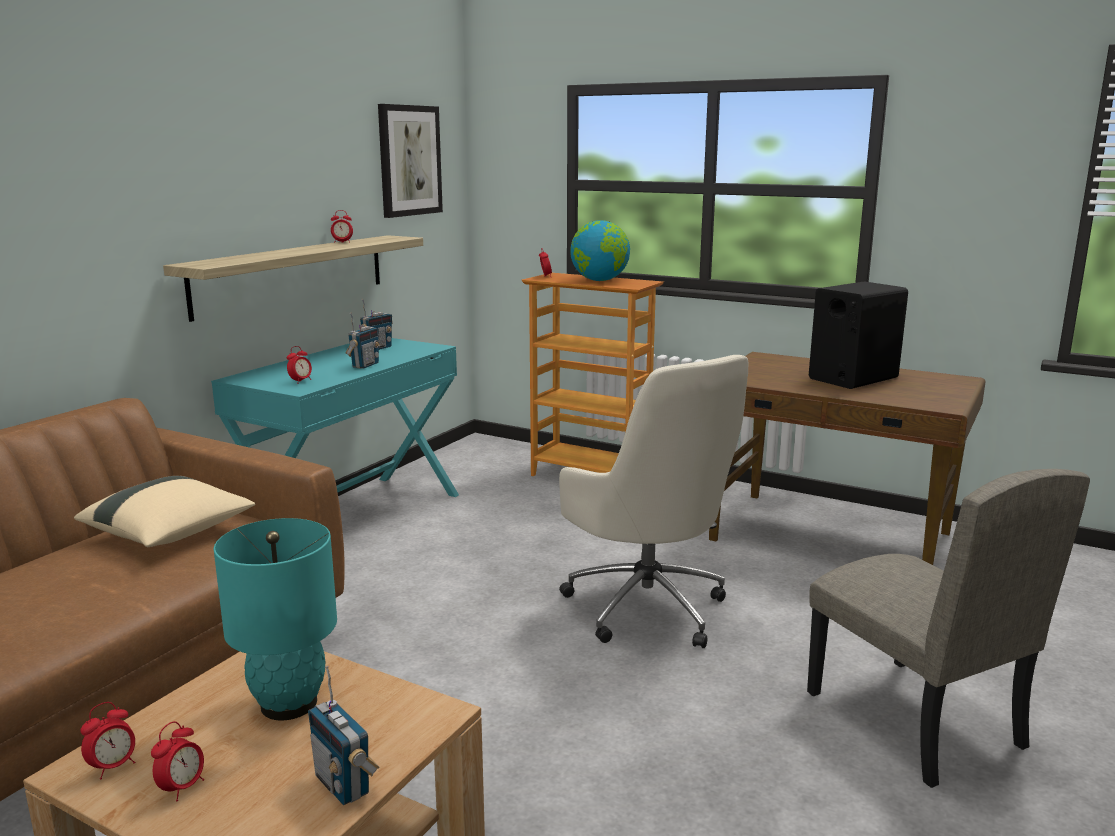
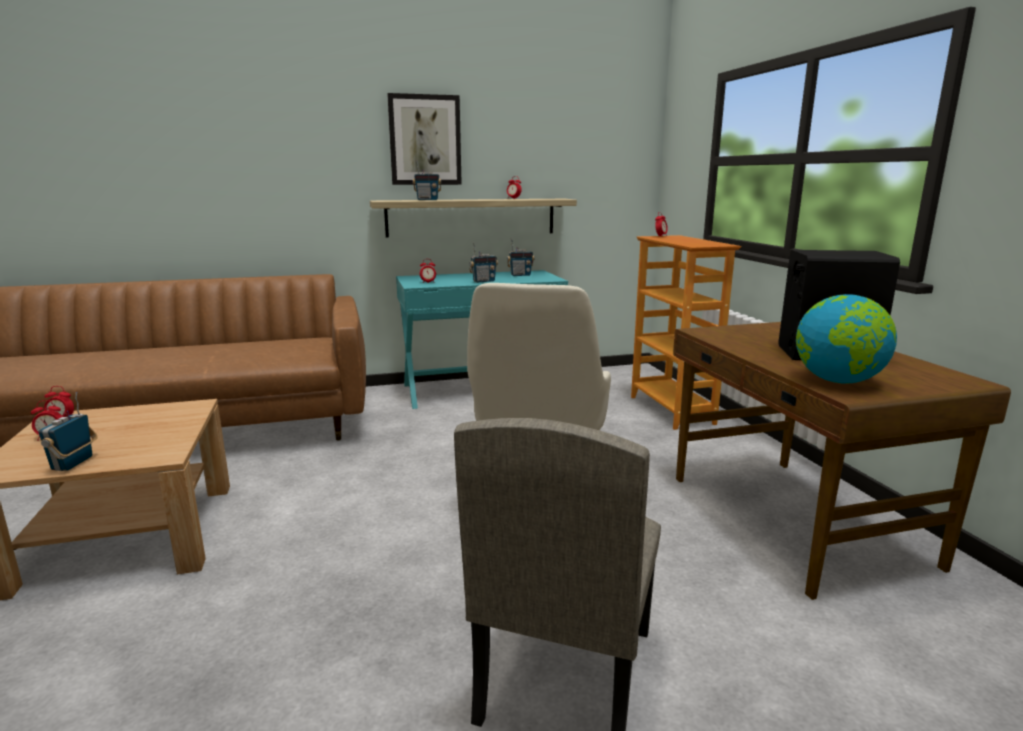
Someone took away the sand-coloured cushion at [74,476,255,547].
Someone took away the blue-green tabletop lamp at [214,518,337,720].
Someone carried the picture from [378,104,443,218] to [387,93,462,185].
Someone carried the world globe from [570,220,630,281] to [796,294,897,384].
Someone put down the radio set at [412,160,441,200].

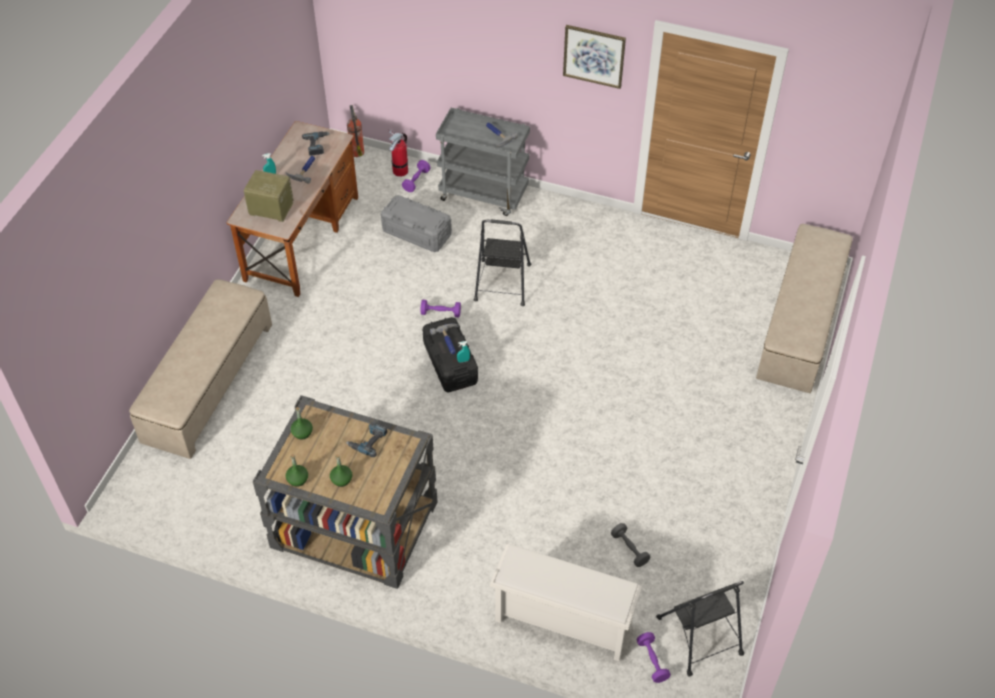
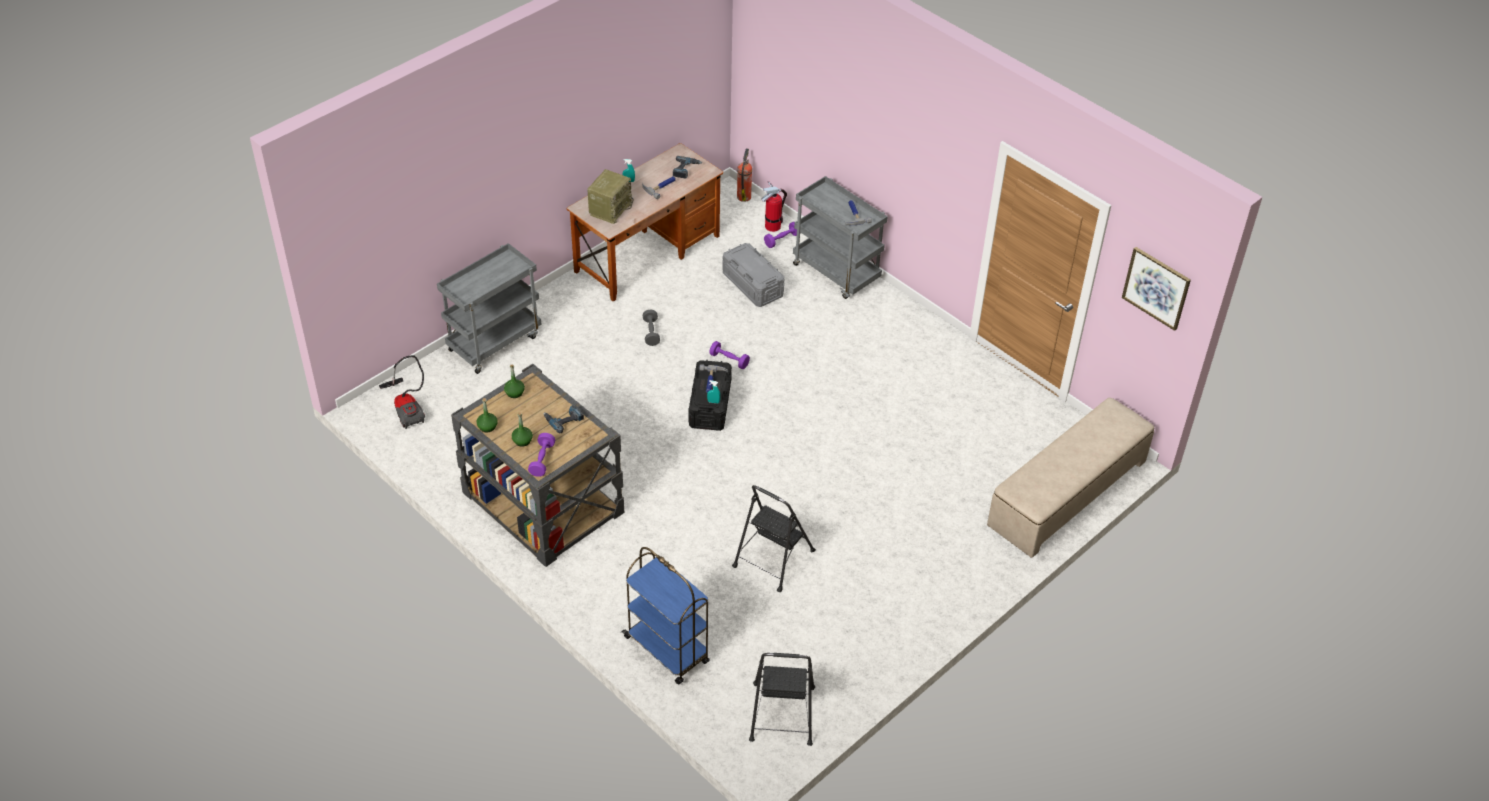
Someone swapped the sand-coloured indoor bench at [129,279,272,459] for the grey trolley at [437,243,541,374].
Someone rotated the radio set at [243,170,294,222] by 75 degrees clockwise.
Someone carried the black stepladder from [474,220,532,306] to [732,485,816,592].
Someone swapped the white shoe stand at [490,544,642,661] for the blue trolley at [622,547,710,684].
Someone carried the picture from [563,25,626,89] to [1122,247,1191,331].
Someone carried the grey dumbbell from [611,523,650,567] to [643,310,660,346].
Someone carried the purple dumbbell from [637,632,671,683] to [528,433,555,477].
Someone put down the hoover at [379,355,425,429].

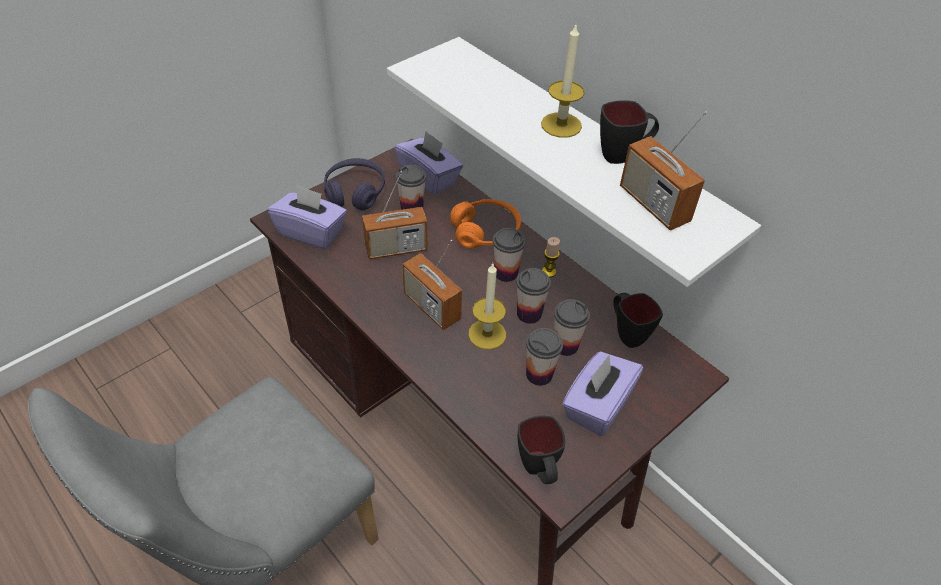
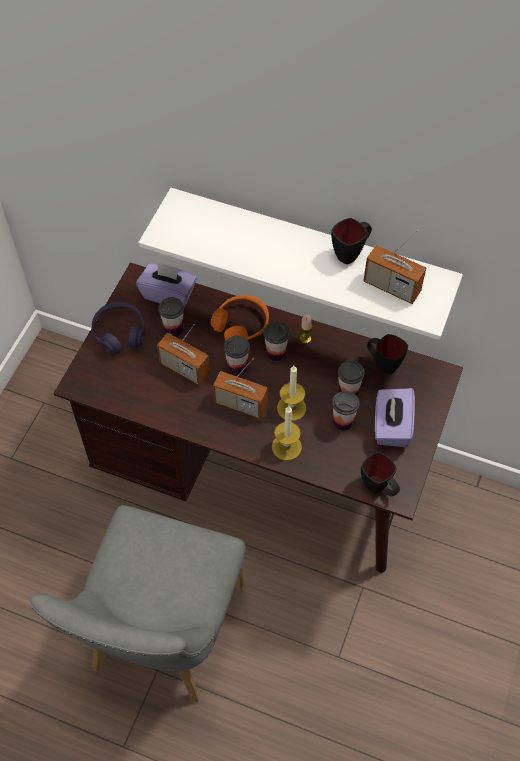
Someone took away the purple tissue box at [268,185,347,249].
Someone rotated the radio set at [362,171,428,260] by 75 degrees clockwise.
Someone carried the drinking cup from [516,268,551,324] to [224,336,250,375].
Someone carried the wax light from [541,25,584,138] to [272,406,302,461].

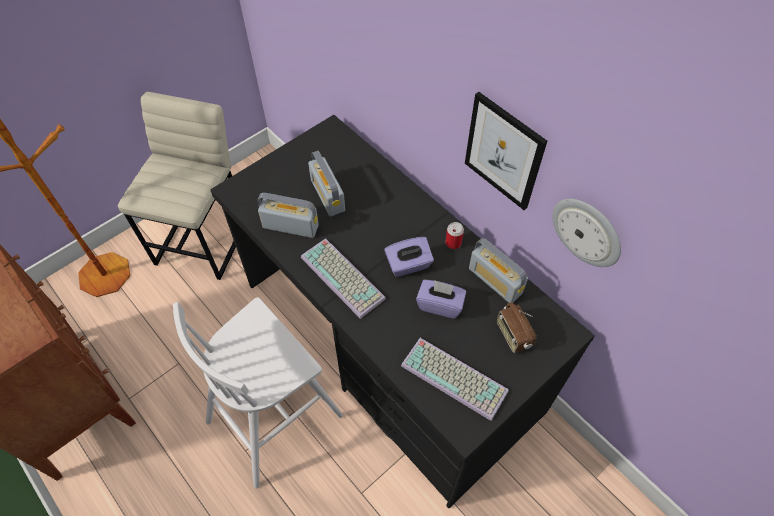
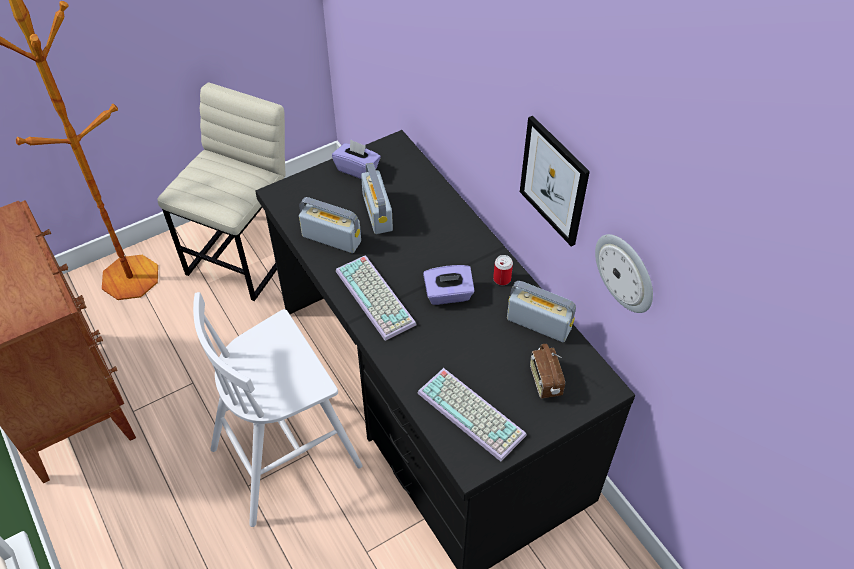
Someone carried the purple tissue box from [416,280,466,319] to [332,139,381,179].
Someone rotated the radio set at [469,238,528,303] by 150 degrees clockwise.

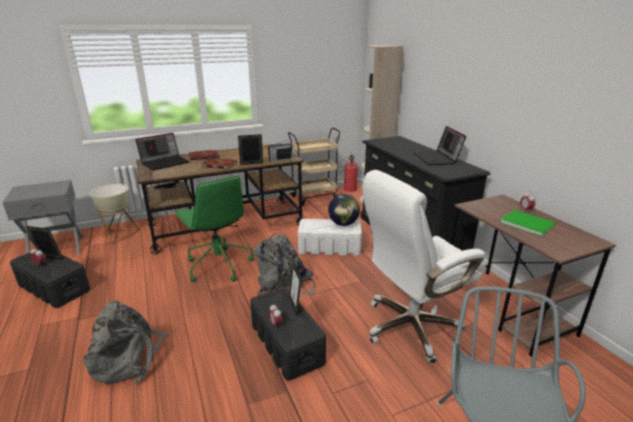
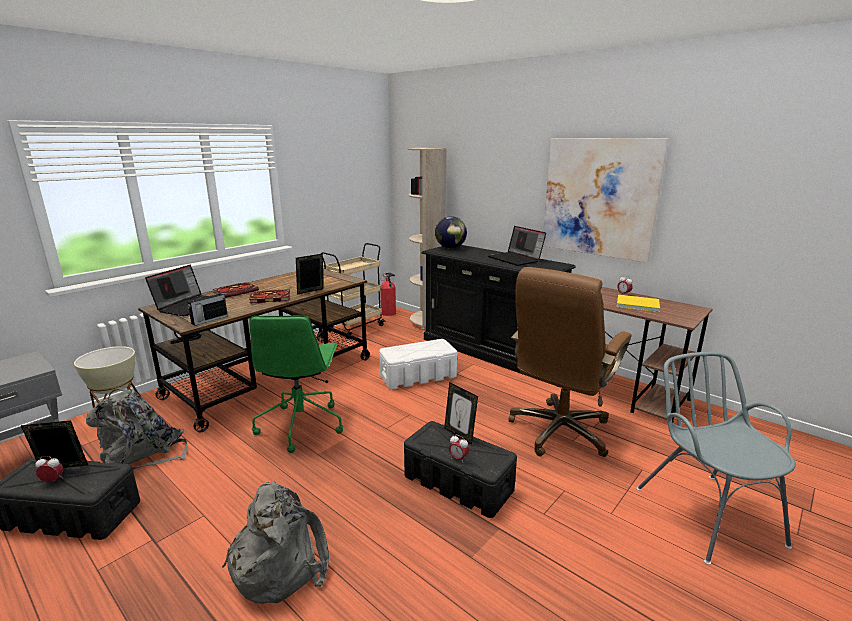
Someone rotated the green office chair at [175,176,254,282] by 60 degrees clockwise.
Someone carried the grey backpack from [254,233,315,295] to [86,388,187,469].
Someone carried the radio set from [268,141,292,162] to [187,290,228,325].
Someone carried the world globe from [328,194,360,226] to [435,216,467,249].
Someone repainted the white office chair at [363,170,486,364], which became the brown-coloured office chair at [509,267,632,457].
Someone repainted the green volume at [500,210,556,237], which became the yellowish volume at [617,295,660,312].
Someone put up the picture at [543,138,668,263].

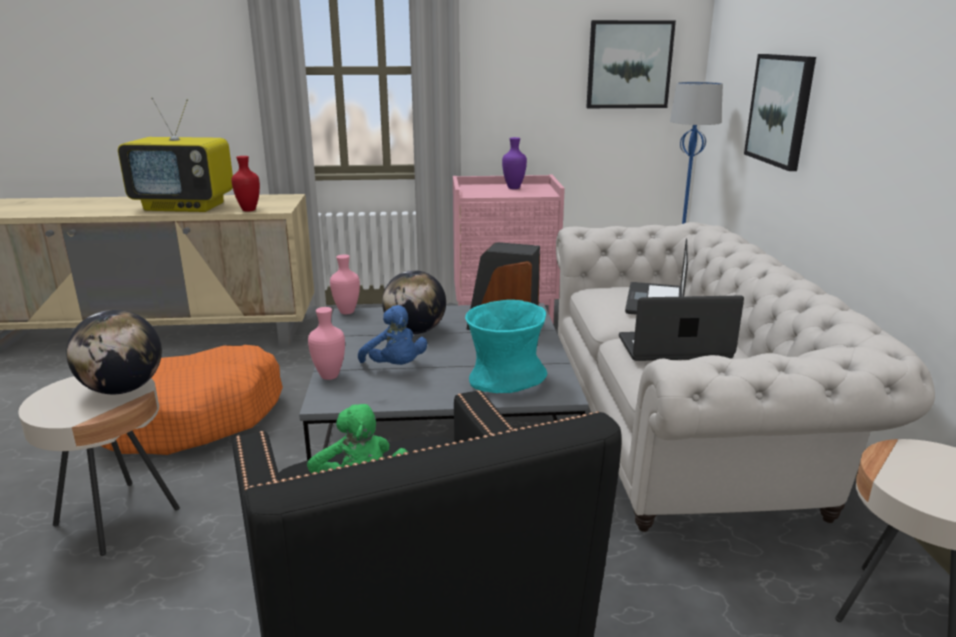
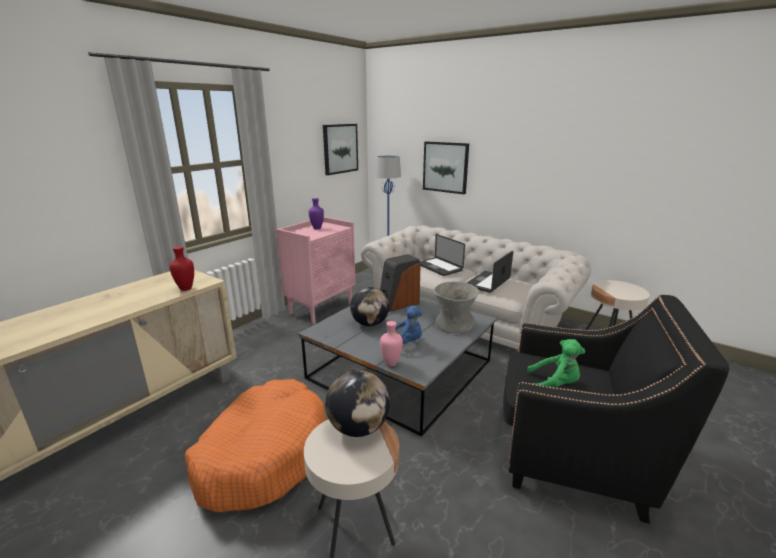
Someone took away the TV set at [118,97,233,212].
Someone took away the pink-coloured flower vase at [330,254,360,314].
Someone repainted the blue-green flower vase at [465,300,547,393], which became the grey flower vase at [434,282,479,334].

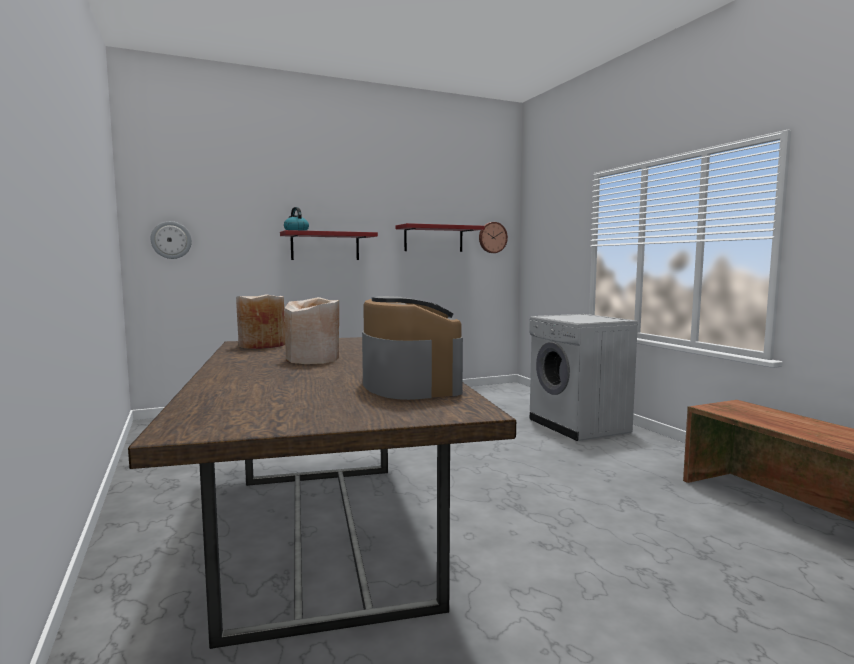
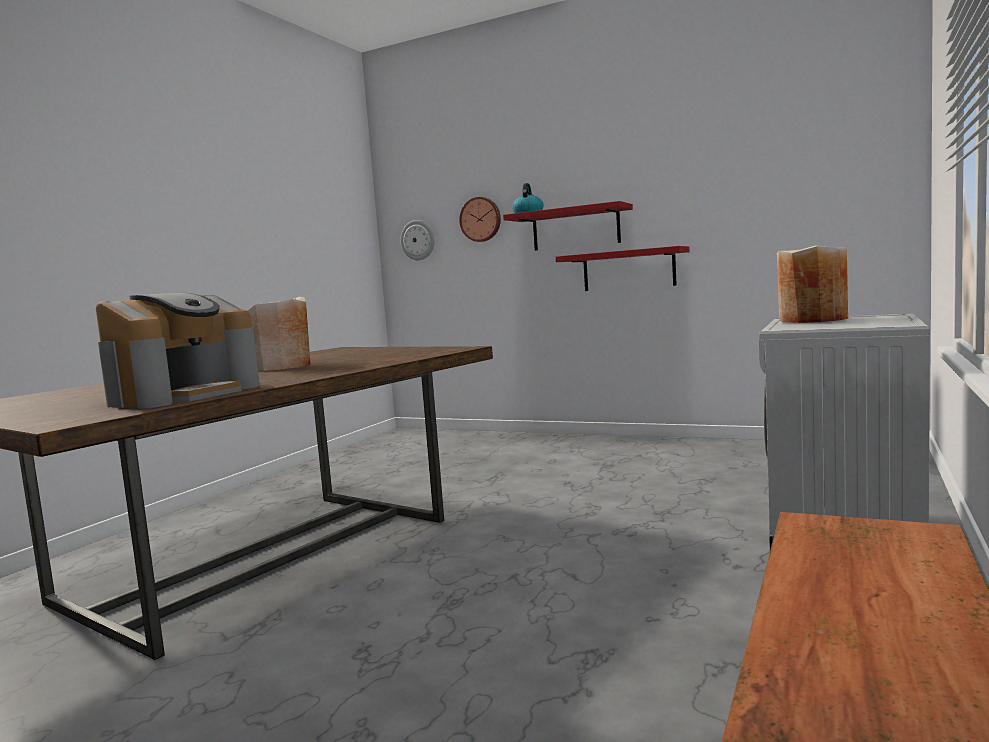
Someone carried the sand-coloured flower vase from [236,294,286,349] to [777,245,848,323].
Someone carried the reddish shelf from [395,223,485,252] to [555,246,690,291].
Someone carried the clock on the wall from [479,222,508,253] to [459,197,501,242].

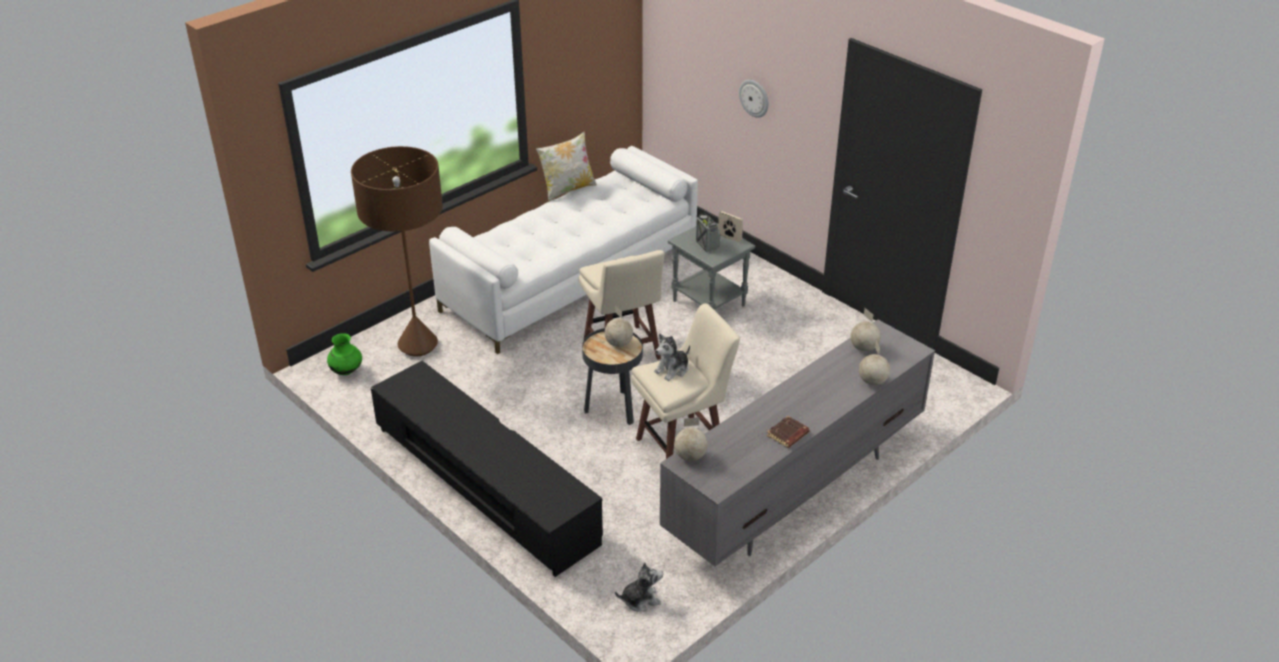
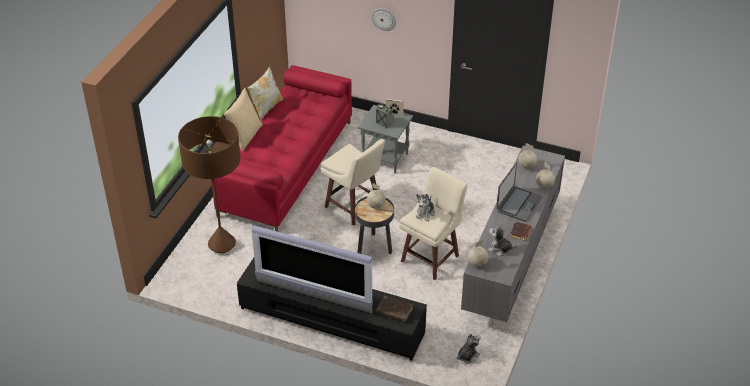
Someone took away the green flower vase at [327,333,362,375].
Someone repainted the white sofa at [429,146,698,354], which became the reddish sofa at [211,65,352,232].
Someone put down the sand-coloured cushion at [224,88,263,152].
Someone put down the TV set at [252,225,373,313].
Someone put down the brown-coloured volume at [376,296,413,322].
Someone put down the cuddly toy at [488,223,517,256].
Someone put down the notebook computer at [496,163,542,222].

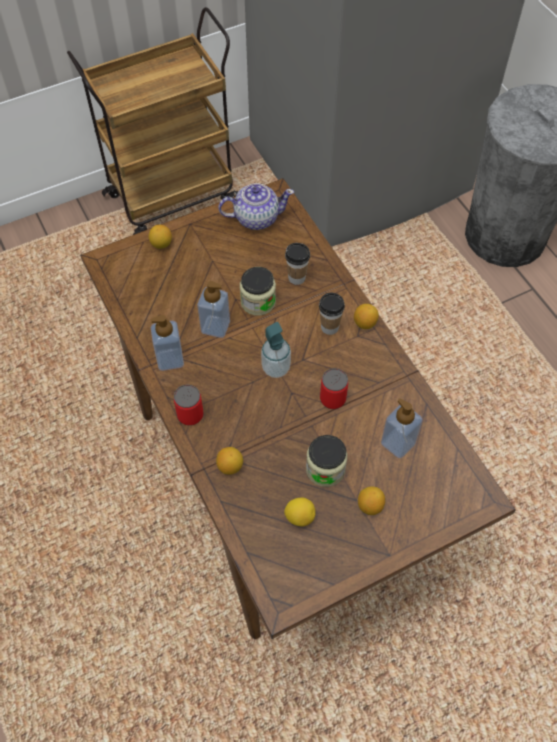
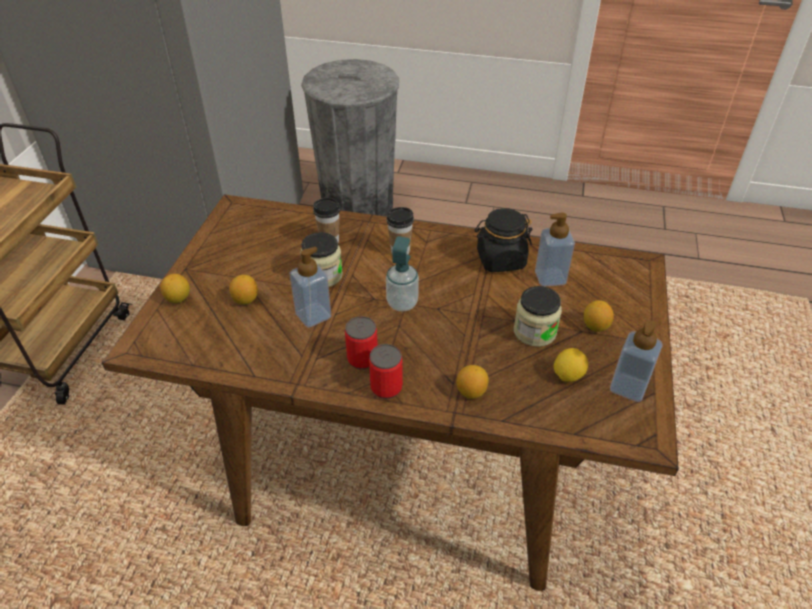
Someone carried the soap bottle from [151,315,184,371] to [610,320,663,402].
Someone took away the pot for tea at [218,183,294,230].
Someone carried the metal can from [320,368,348,409] to [345,316,378,370].
Someone carried the citrus fruit from [354,304,379,329] to [229,275,258,305].
Someone put down the black jar at [474,208,533,272].

